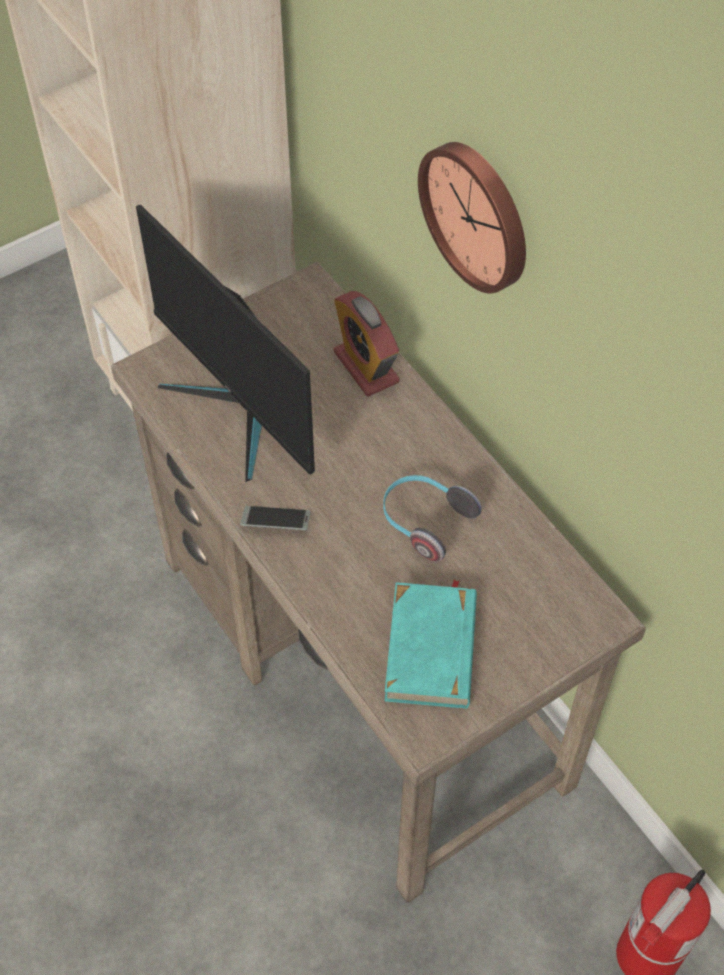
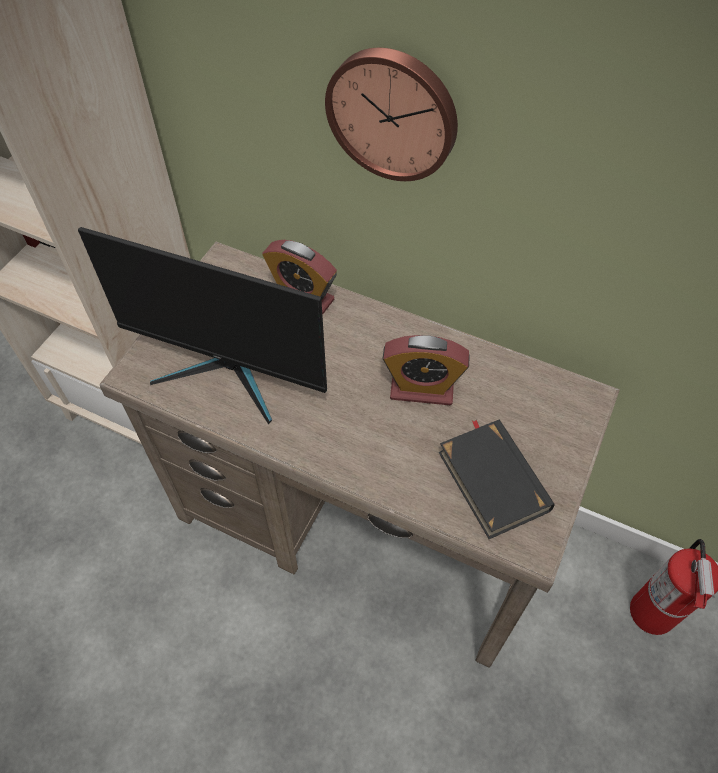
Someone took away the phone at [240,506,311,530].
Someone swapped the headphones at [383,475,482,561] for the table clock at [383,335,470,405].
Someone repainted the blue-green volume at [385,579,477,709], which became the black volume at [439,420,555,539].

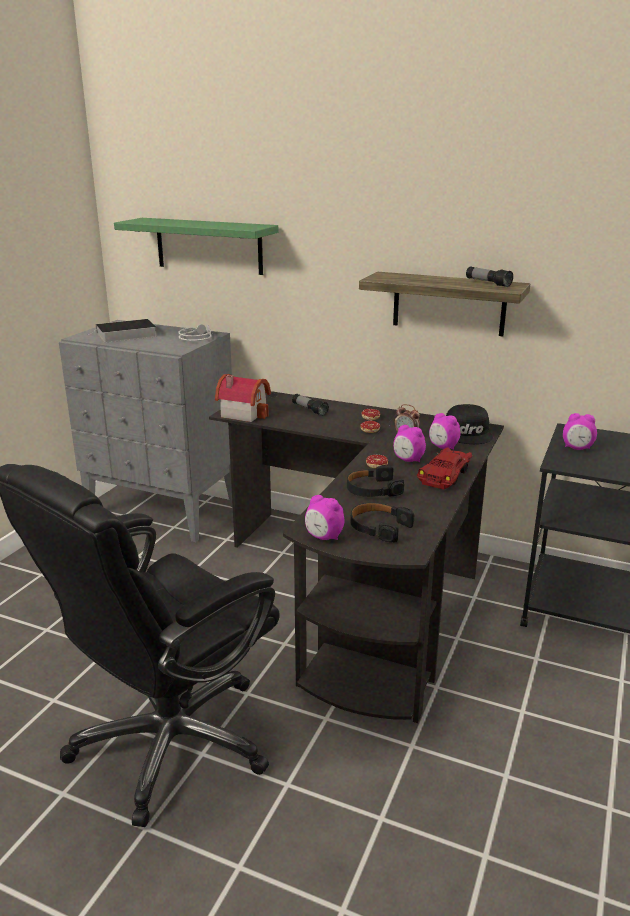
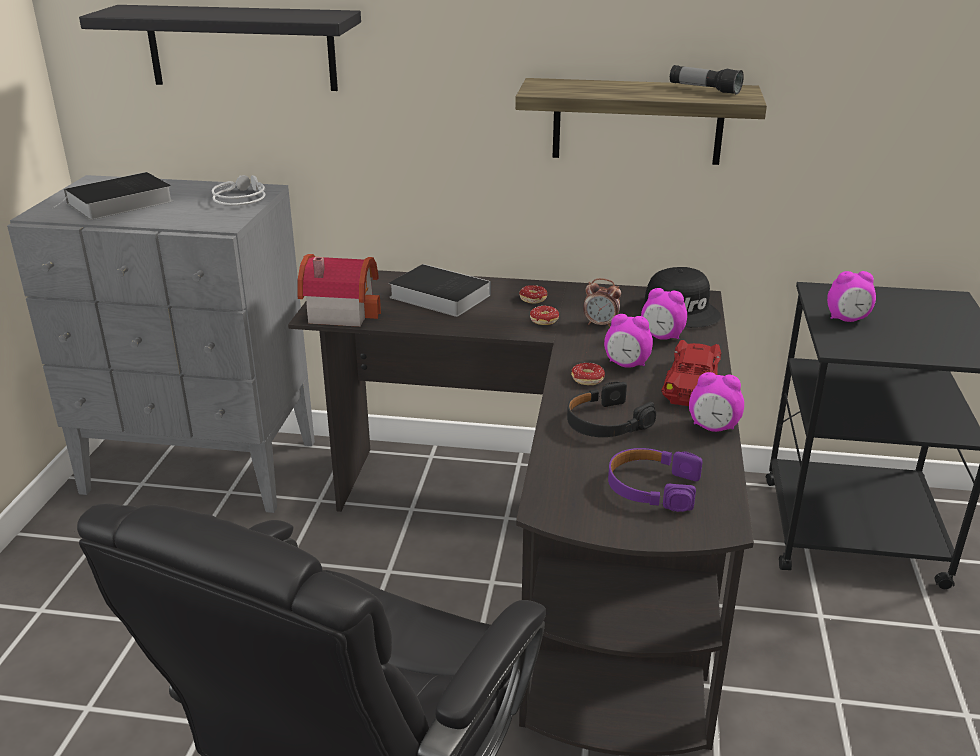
Someone repainted the green shelf at [114,218,278,275], which became the black shelf at [79,5,361,91].
Someone swapped the hand torch at [292,394,329,416] for the volume at [389,264,491,317].
Someone carried the table clock from [305,495,345,540] to [689,372,744,432].
Someone repainted the black headphones at [350,502,414,542], which became the purple headphones at [608,448,703,512].

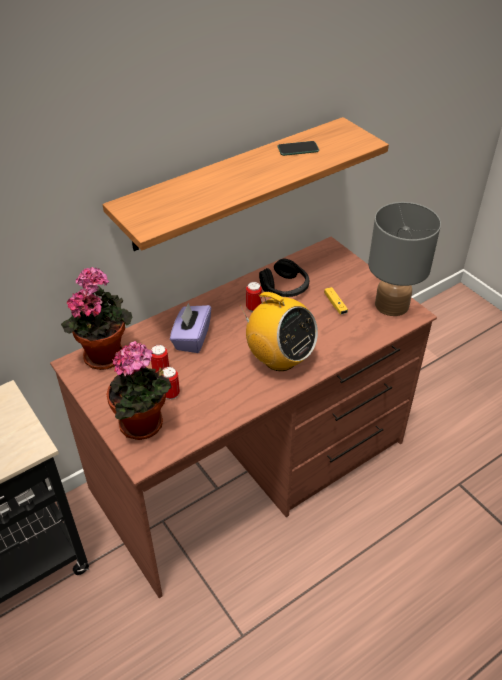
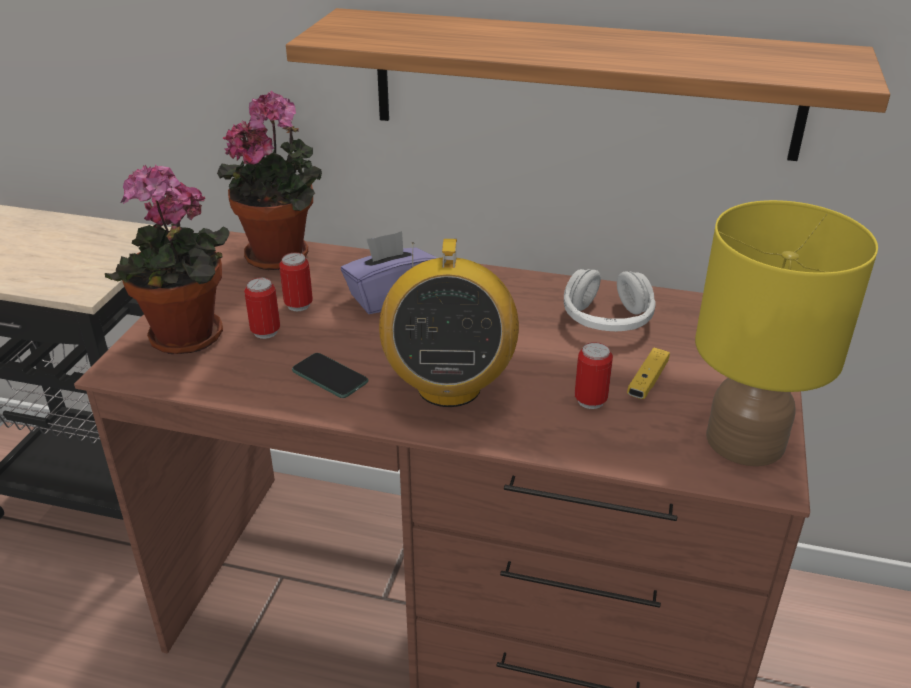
Someone carried the metal can from [246,282,262,312] to [575,342,613,409].
Someone repainted the black headphones at [259,259,309,297], which became the white headphones at [564,269,656,331].
Someone carried the phone from [277,141,319,156] to [292,353,368,398].
Someone repainted the grey tabletop lamp at [368,202,441,316], which became the yellowish tabletop lamp at [695,200,878,466].

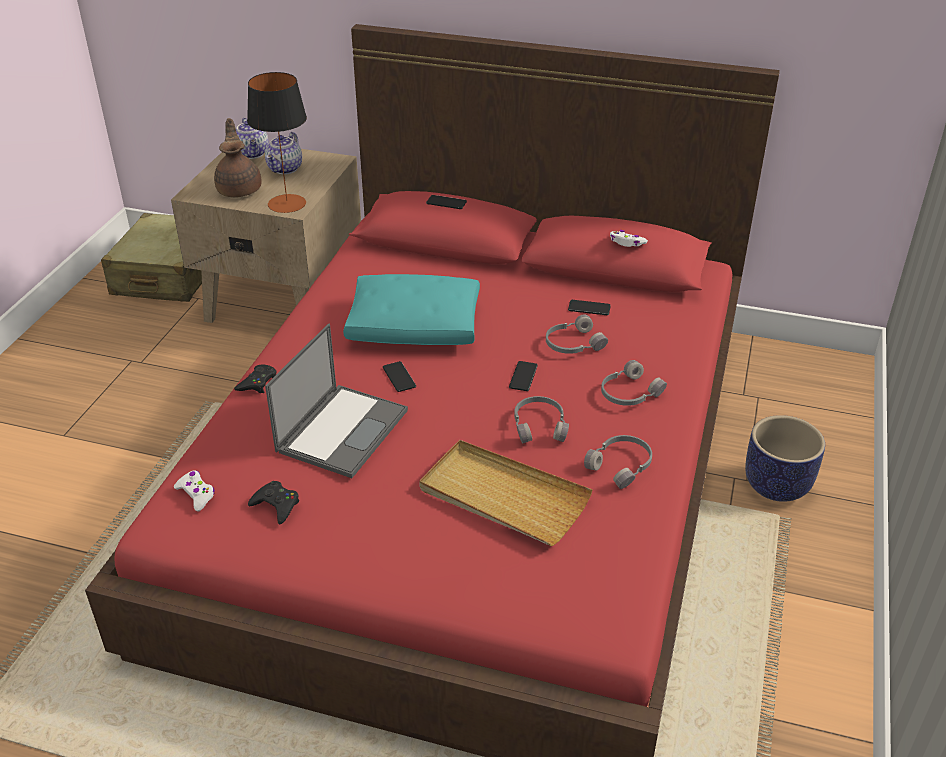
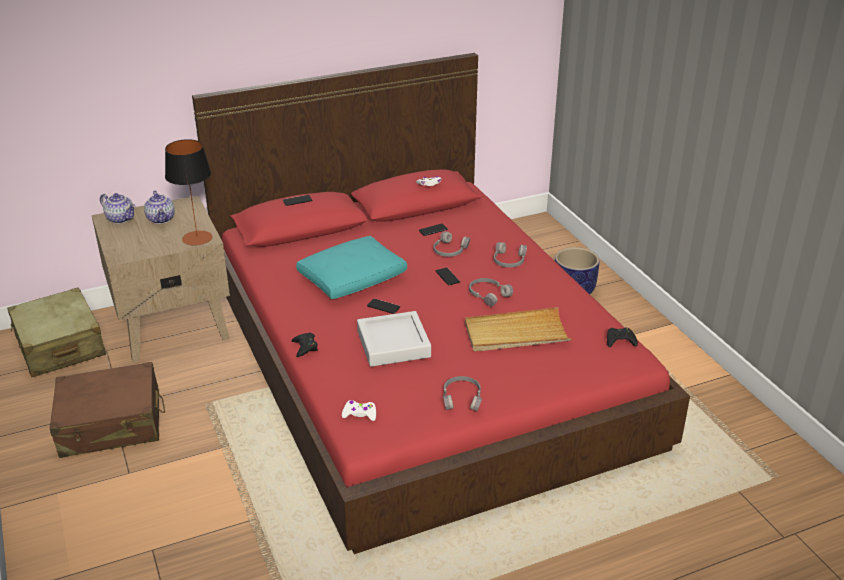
Someone took away the brown-coloured pot for tea at [214,118,262,198].
Someone carried the black joypad from [248,481,299,525] to [607,328,638,348].
Someone swapped the notebook computer at [265,323,408,478] for the grey carrying tray at [357,311,431,367].
Someone carried the grey headphones from [584,435,652,489] to [443,376,482,411].
Someone put down the brown-coloured piece of luggage at [50,362,165,458].

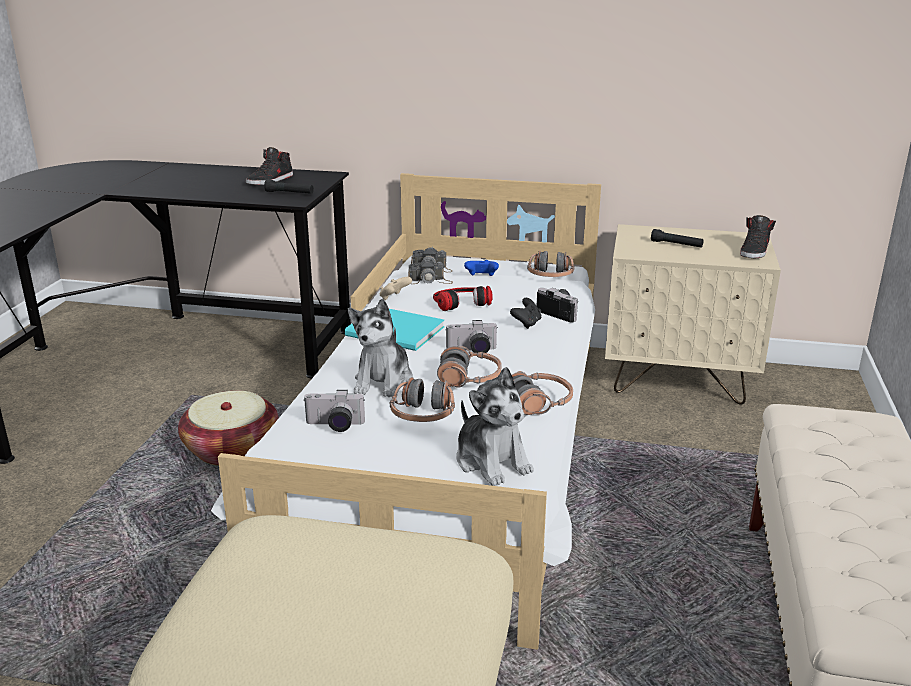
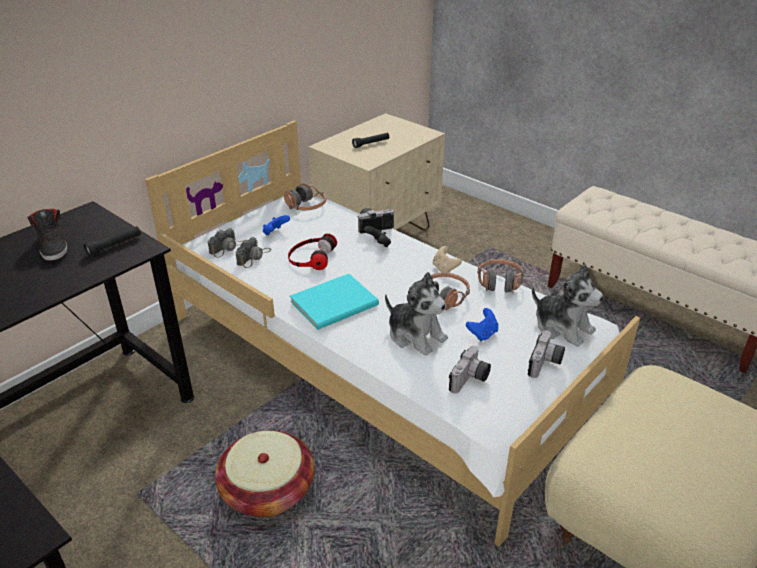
Someone carried the sand-coloured joypad from [380,277,412,300] to [433,246,462,273].
Someone swapped the headphones at [390,377,455,422] for the blue joypad at [466,308,498,341].
Someone carried the still camera from [446,320,497,353] to [528,331,565,378].
Someone rotated the cuddly toy at [457,367,534,486] by 45 degrees clockwise.
Someone took away the black shoe at [740,215,776,258].

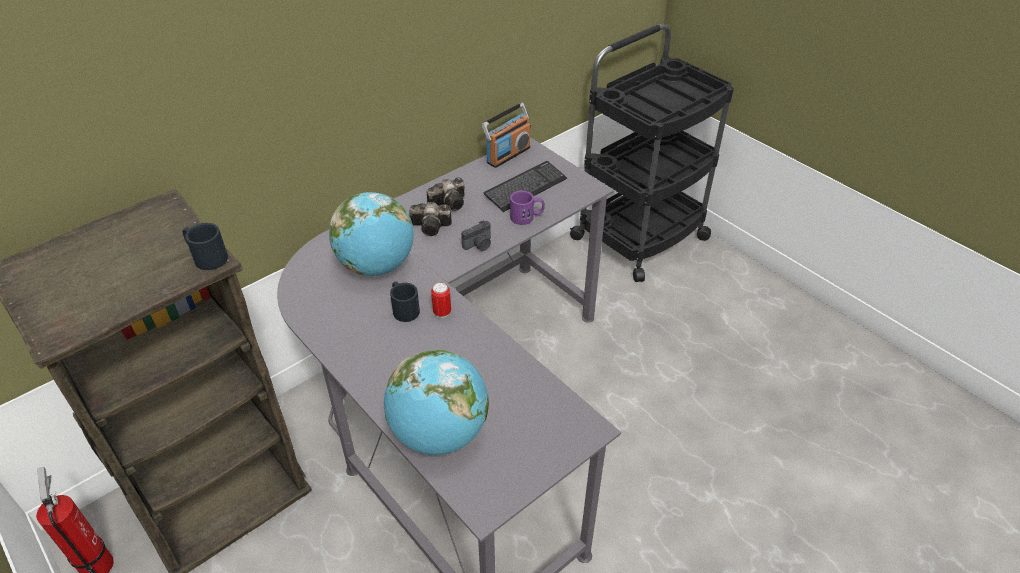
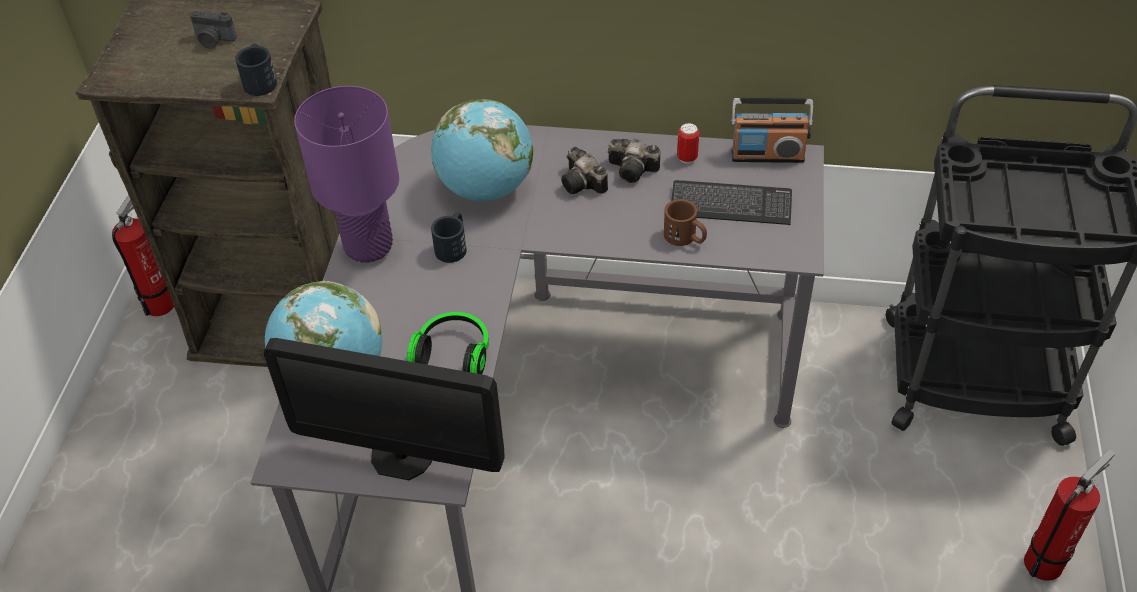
Someone carried the metal can from [431,282,451,318] to [677,123,699,164].
Someone carried the still camera from [461,220,491,251] to [190,11,237,49].
Someone repainted the purple mug at [510,190,545,225], which became the brown-coloured mug at [664,199,707,246].
Someone put down the monitor at [264,338,504,480].
Someone put down the purple tabletop lamp at [294,86,399,263].
Someone put down the headphones at [407,312,489,374].
Someone put down the extinguisher at [1024,449,1115,581].

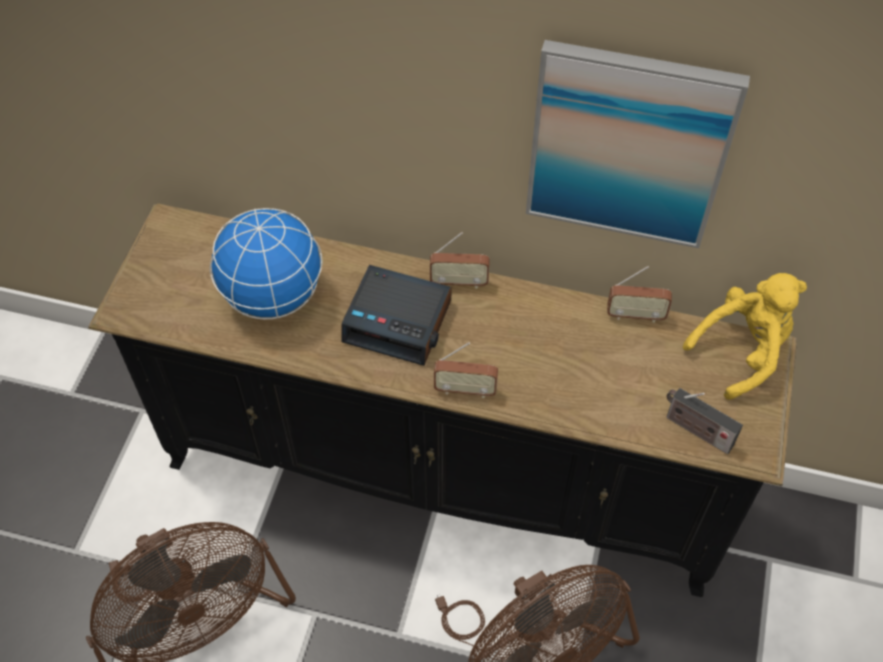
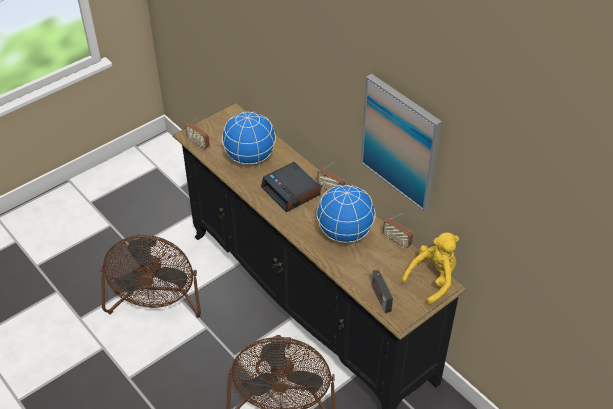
Someone carried the radio set from [434,342,498,399] to [185,116,210,149].
Someone rotated the yellowish cuddly toy at [683,273,807,400] by 45 degrees counterclockwise.
Someone put down the world globe at [316,185,376,243].

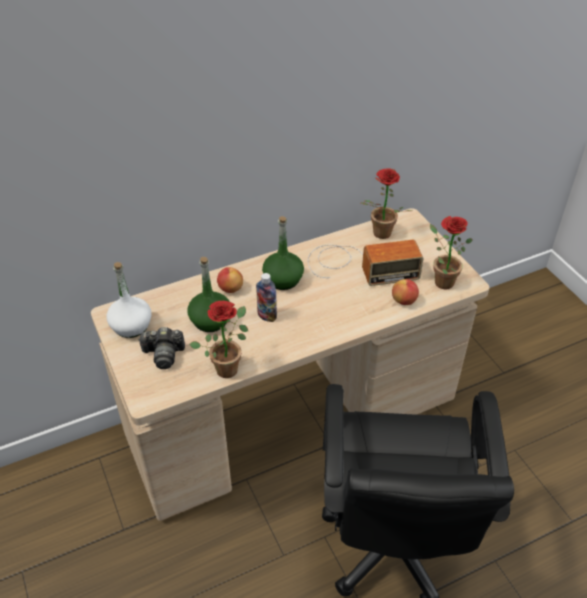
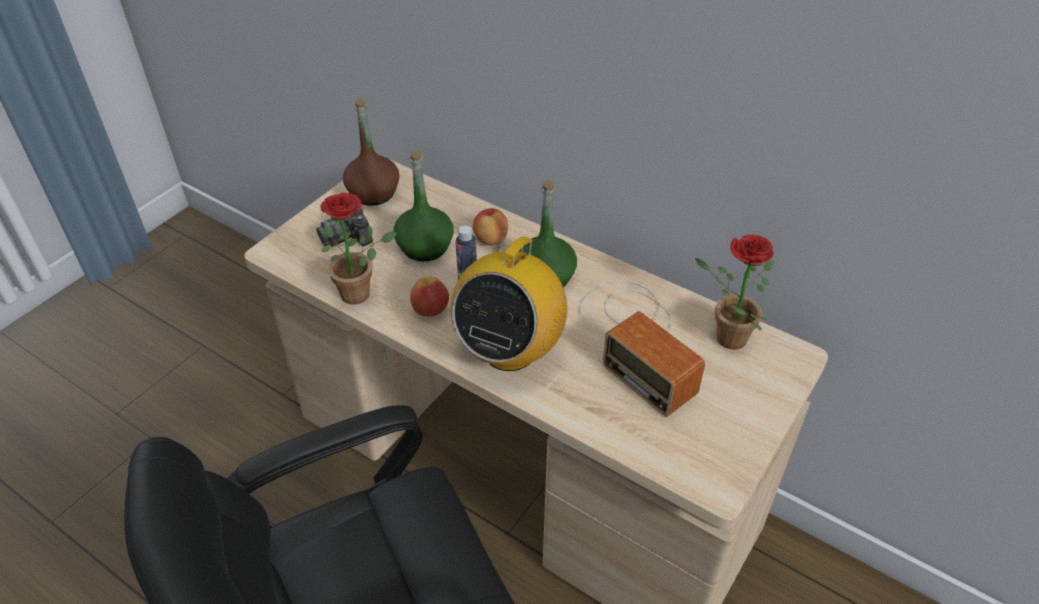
Someone repainted the white bottle at [107,262,152,338], which became the brown-coloured bottle at [343,99,400,206].
Someone carried the apple fruit from [392,279,419,305] to [410,276,449,317].
Someone took away the houseplant at [430,216,473,289].
Someone put down the radio set at [451,228,567,371].

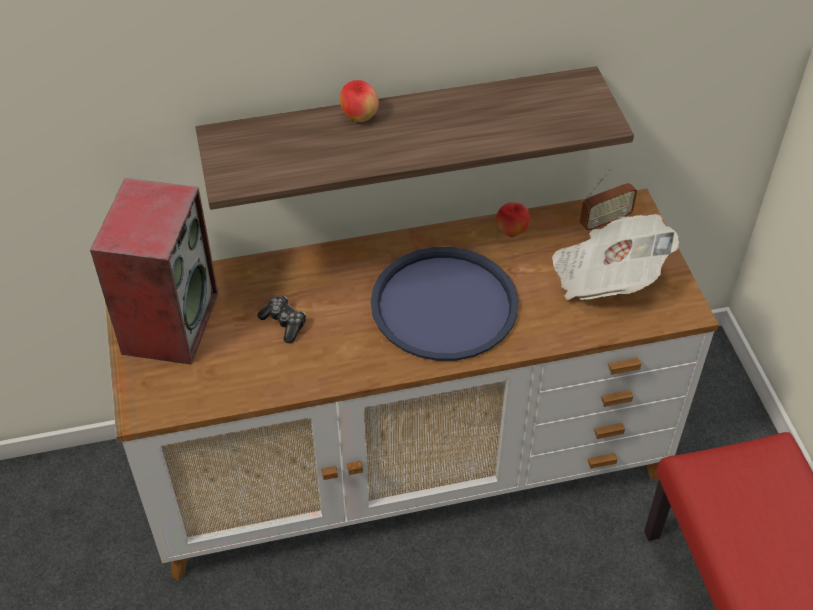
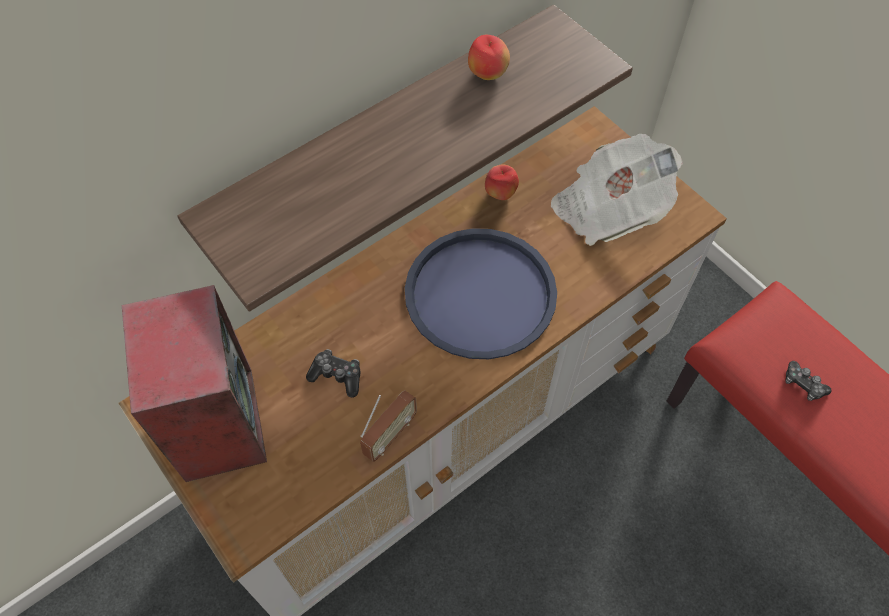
Someone carried the apple fruit from [340,80,379,122] to [468,35,510,80].
Someone carried the radio set from [580,166,637,230] to [360,390,417,462].
Someone put down the joypad at [785,361,832,401].

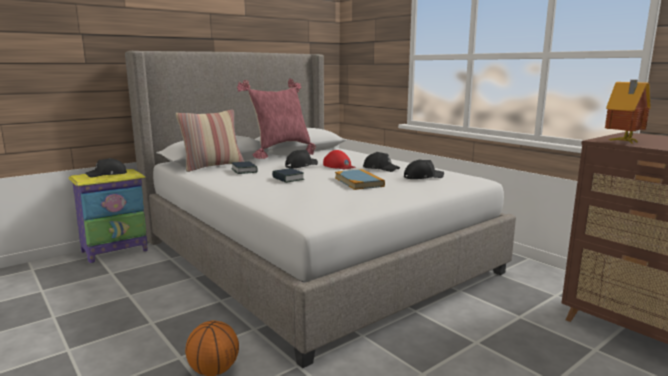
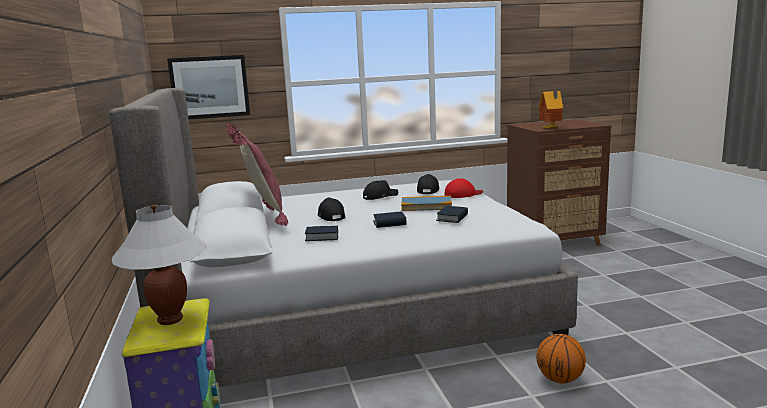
Someone swapped the black baseball cap at [85,158,127,178] for the white tabletop lamp at [112,205,207,325].
Someone took away the cushion at [176,110,244,172].
Someone carried the reddish baseball cap from [323,150,356,169] to [444,178,483,198].
Someone put up the picture at [167,55,250,119].
Someone put down the volume at [436,206,468,223].

